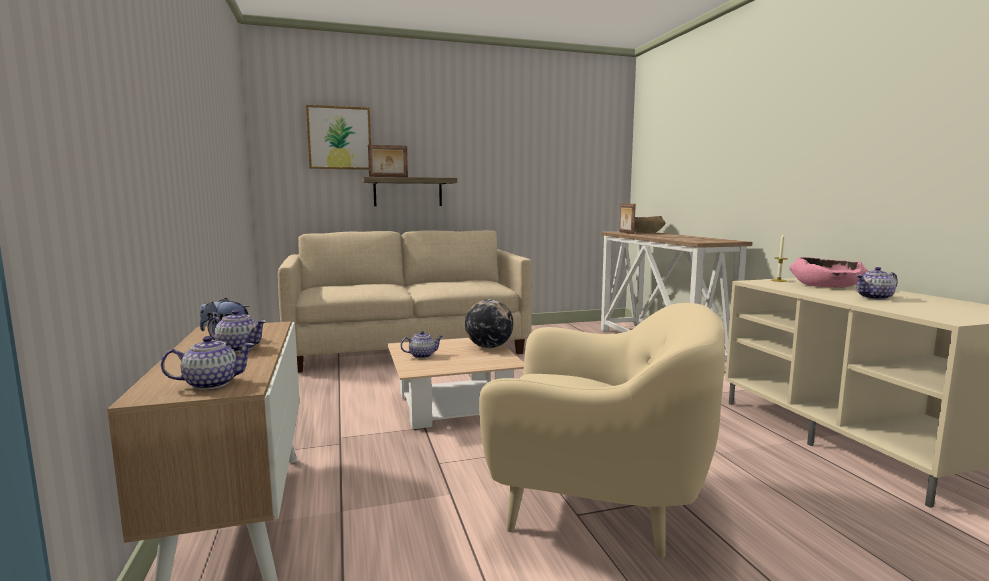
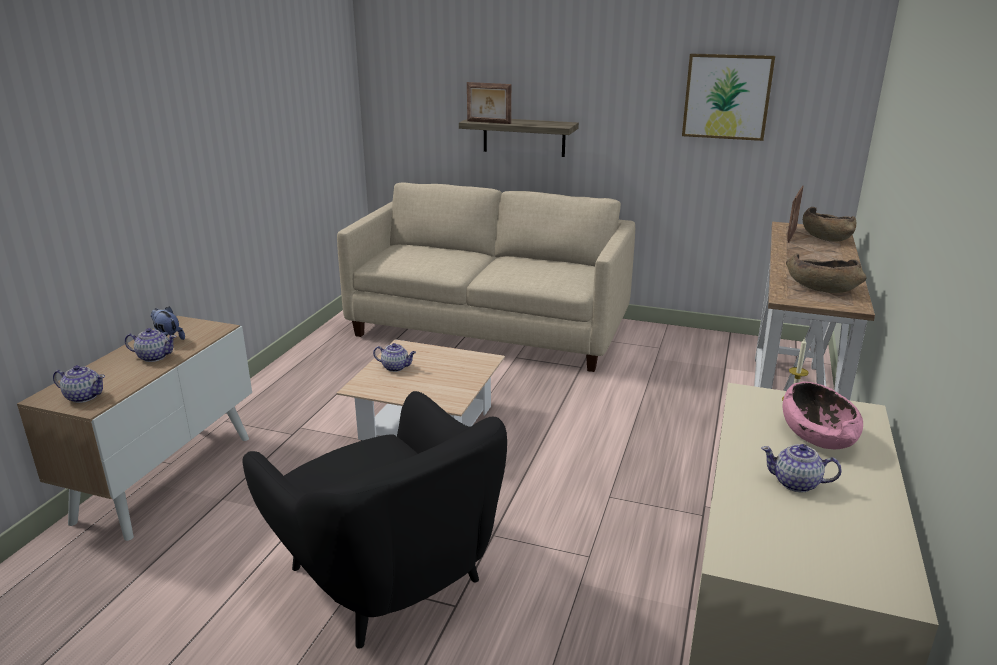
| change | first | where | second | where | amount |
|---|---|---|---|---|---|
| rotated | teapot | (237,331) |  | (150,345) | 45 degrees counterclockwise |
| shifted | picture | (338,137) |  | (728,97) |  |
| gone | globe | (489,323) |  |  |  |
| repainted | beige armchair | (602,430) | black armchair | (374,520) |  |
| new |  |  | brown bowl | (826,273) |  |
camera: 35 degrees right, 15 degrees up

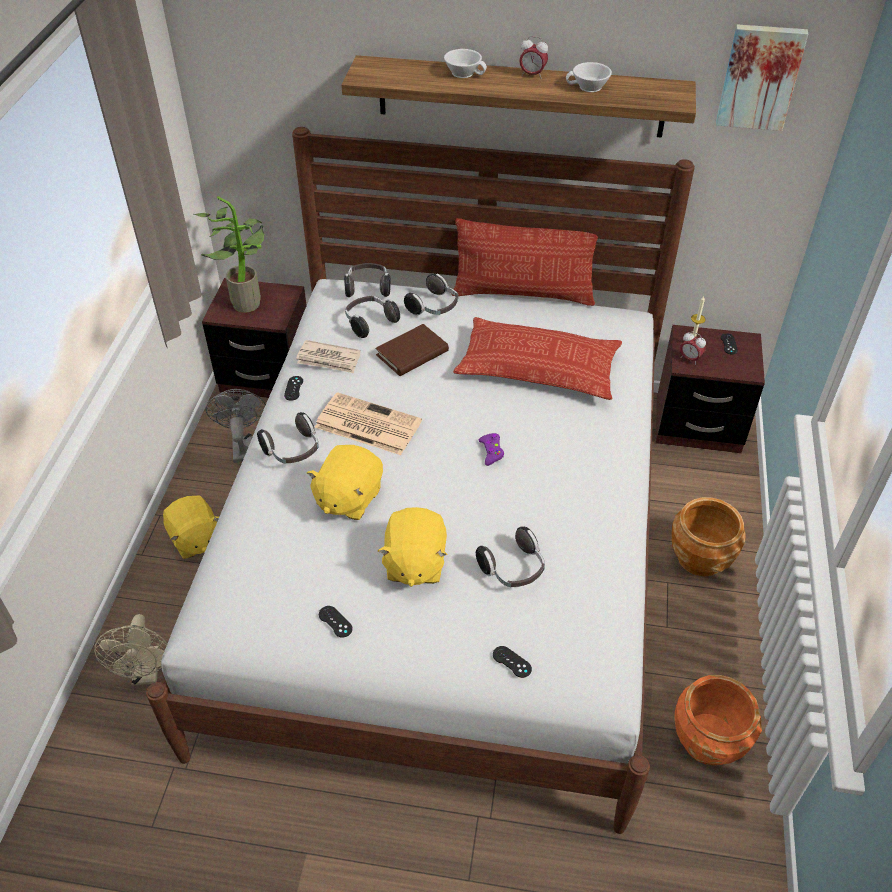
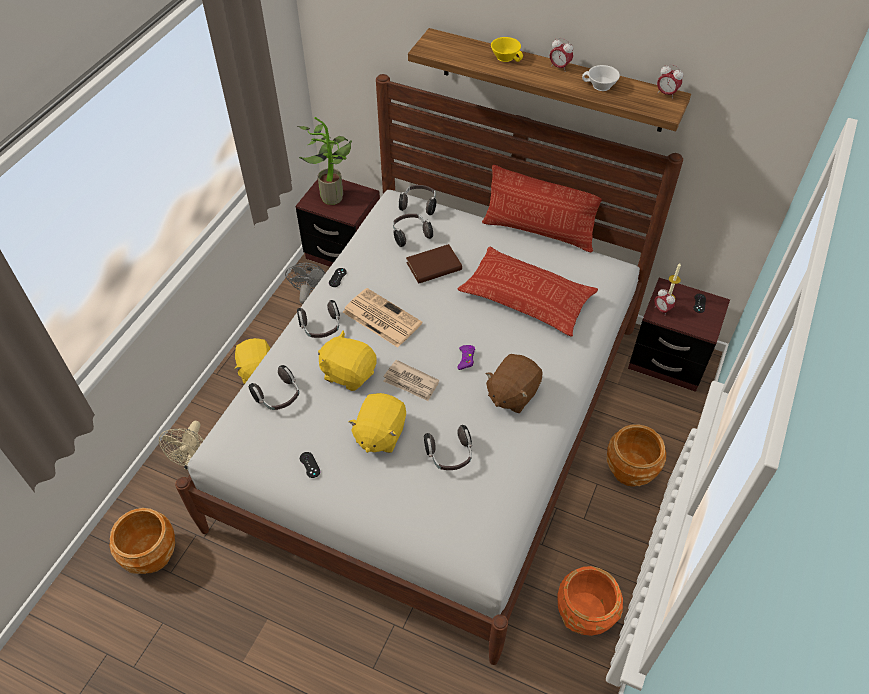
| change | first | where | second | where | amount |
|---|---|---|---|---|---|
| shifted | newspaper | (328,356) |  | (411,380) |  |
| rotated | yellow plush toy | (345,482) |  | (347,360) | 75 degrees clockwise |
| shifted | headphones | (431,295) |  | (274,387) |  |
| repainted | white cup | (465,63) | yellow cup | (507,49) |  |
| gone | black game controller | (512,662) |  |  |  |
| gone | picture | (762,77) |  |  |  |
| new |  |  | brown planter | (142,541) |  |
| new |  |  | brown plush toy | (513,383) |  |
| new |  |  | alarm clock | (670,81) |  |
camera: 15 degrees right, 5 degrees up

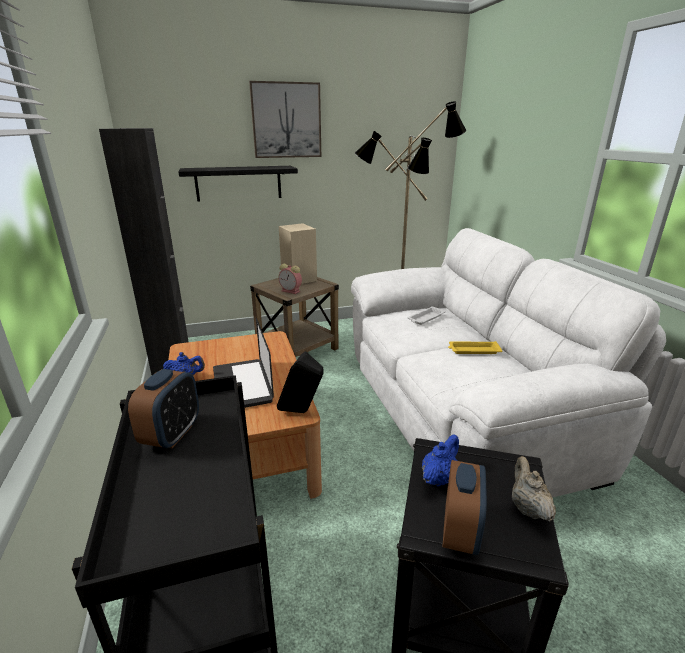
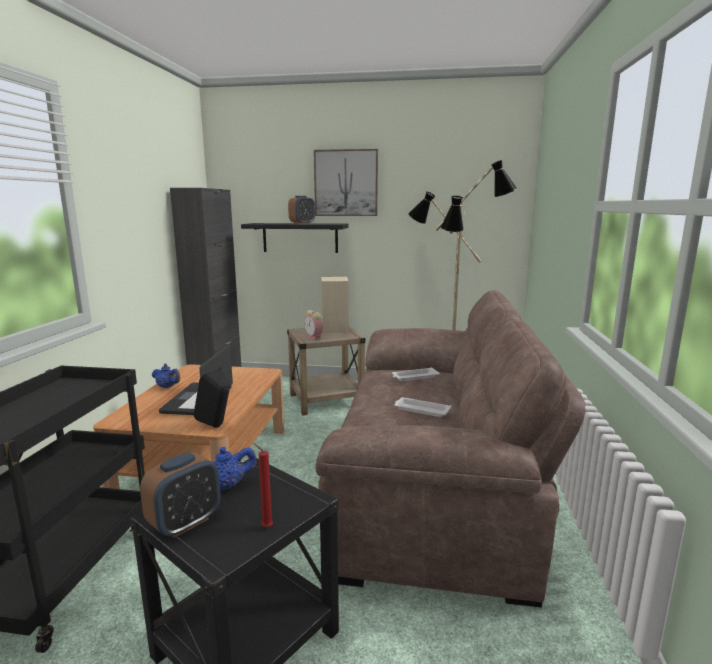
| change | first | where | second | where | amount |
|---|---|---|---|---|---|
| shifted | alarm clock | (163,408) |  | (301,210) |  |
| repainted | white sofa | (508,363) | brown sofa | (450,448) |  |
| repainted | yellow tray | (475,347) | white tray | (423,407) |  |
| swapped | beige teapot | (534,488) | red candle | (263,485) |  |
camera: 25 degrees right, 10 degrees down

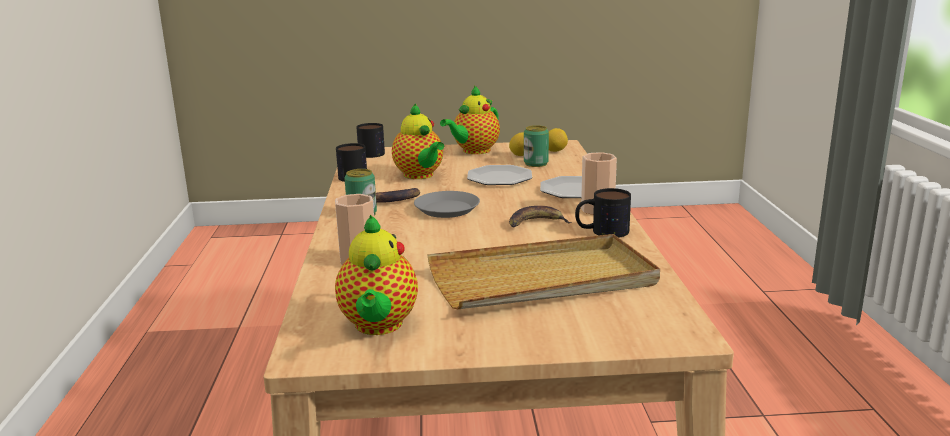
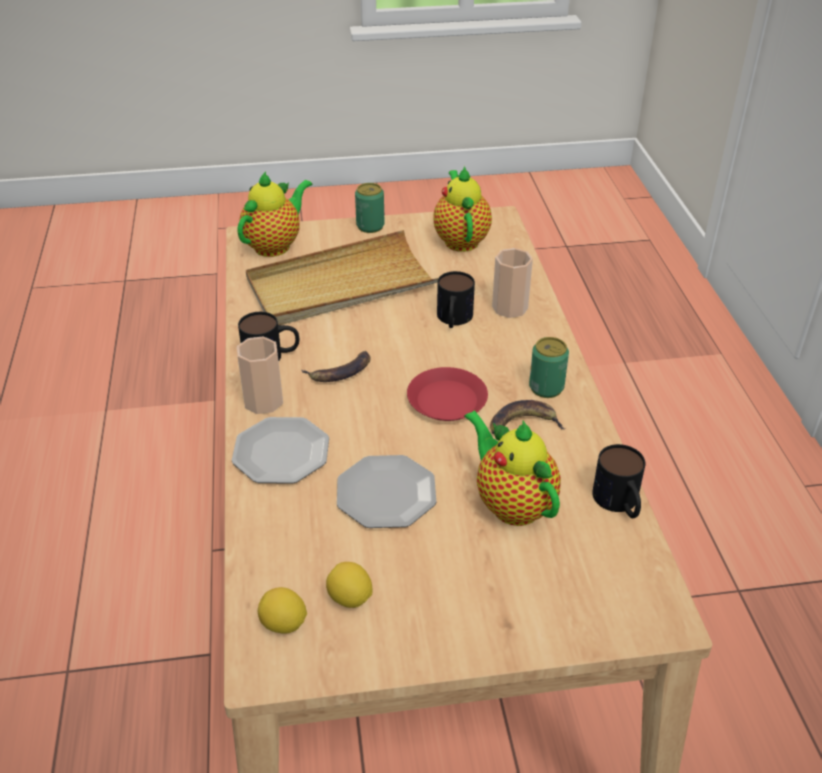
| change | first | where | second | where | amount |
|---|---|---|---|---|---|
| shifted | mug | (370,140) |  | (456,299) |  |
| repainted | grey plate | (447,204) | red plate | (447,394) |  |
| shifted | teapot | (470,119) |  | (274,214) |  |
| shifted | can | (536,146) |  | (369,208) |  |
camera: 175 degrees right, 20 degrees up

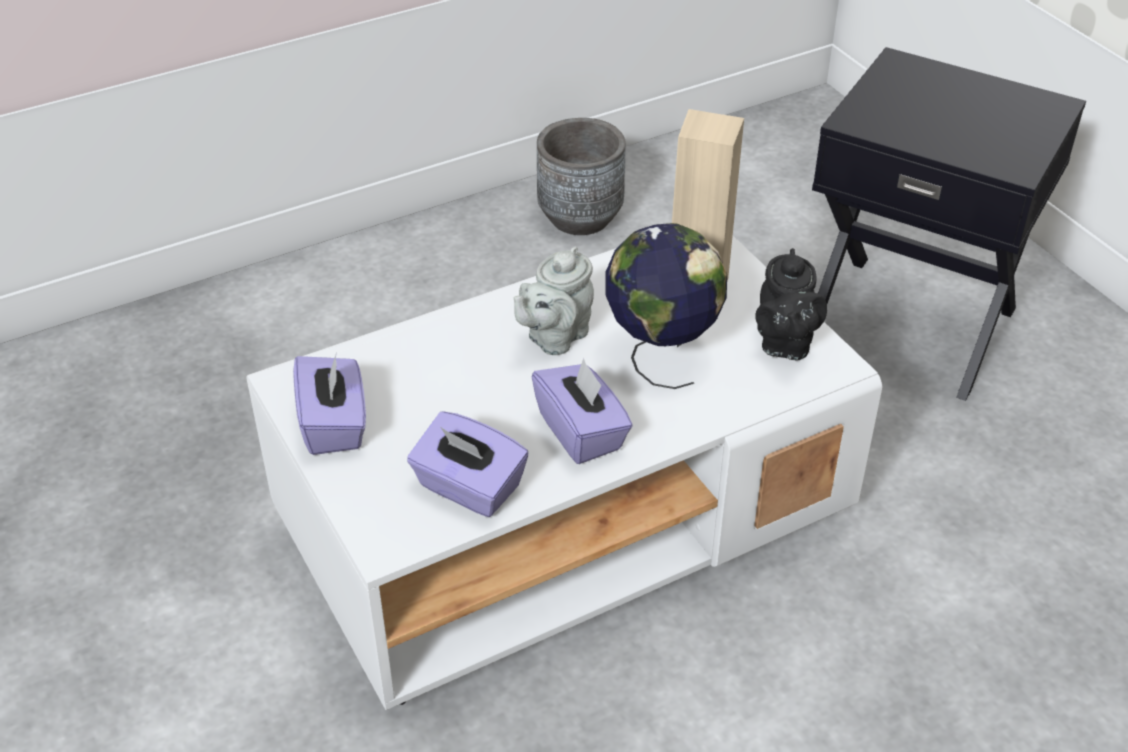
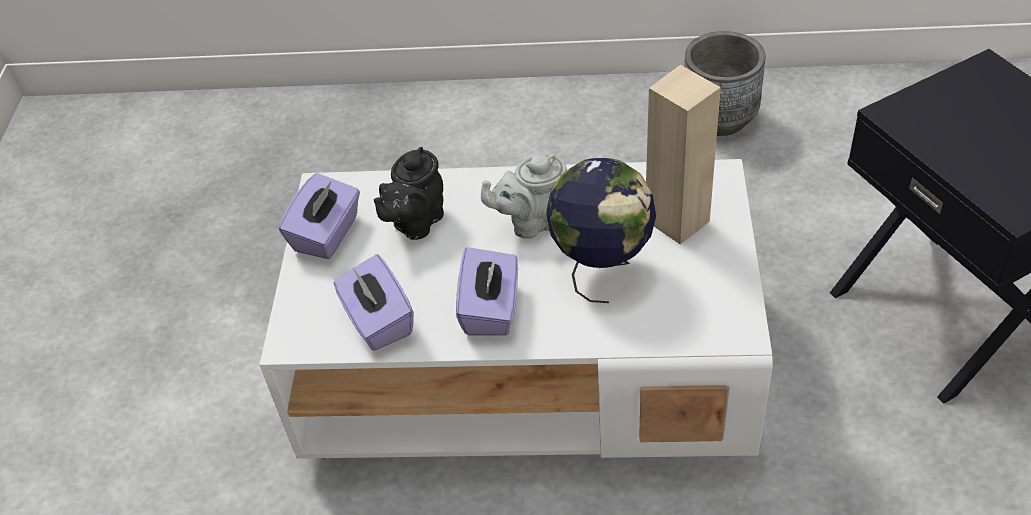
| change | first | where | second | where | amount |
|---|---|---|---|---|---|
| shifted | black teapot | (791,304) |  | (409,193) |  |
camera: 35 degrees right, 5 degrees up

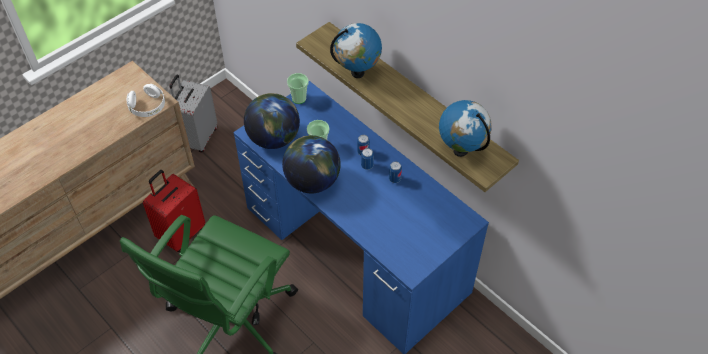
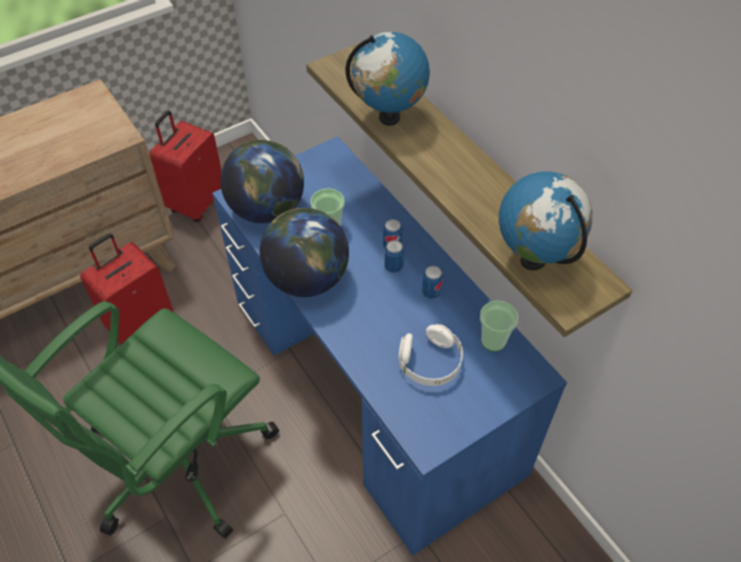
| change | first | where | second | where | amount |
|---|---|---|---|---|---|
| shifted | white headphones | (146,100) |  | (431,355) |  |
| repainted | grey suitcase | (193,114) | red suitcase | (185,166) |  |
| shifted | cup | (297,88) |  | (499,326) |  |
camera: 10 degrees right, 0 degrees up

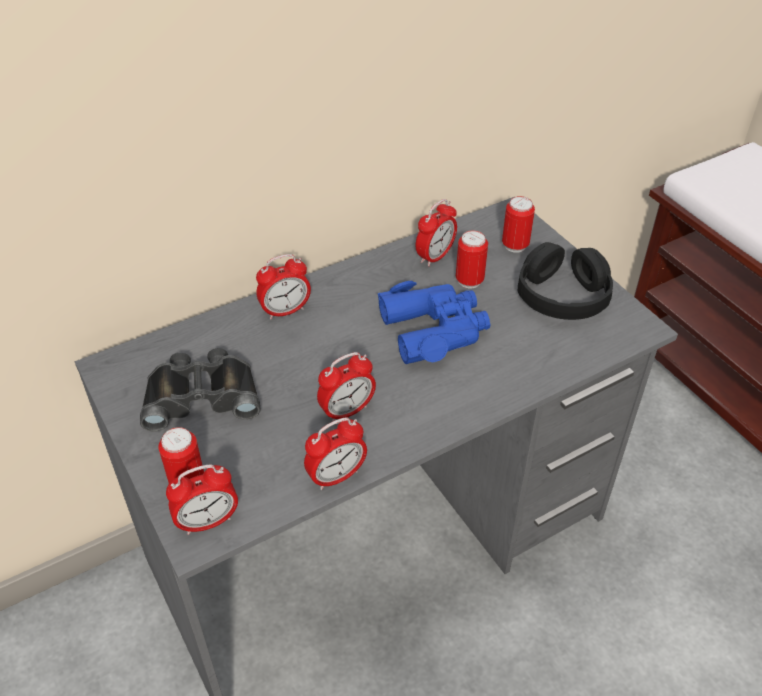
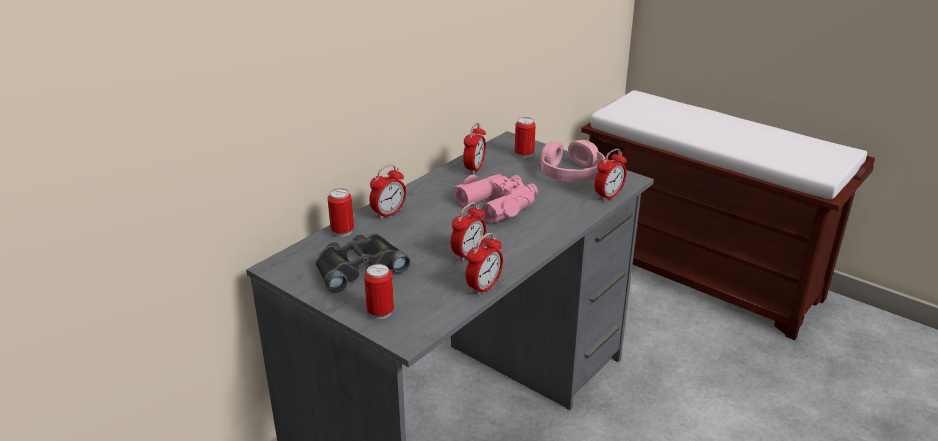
| change | first | where | second | where | amount |
|---|---|---|---|---|---|
| shifted | alarm clock | (202,500) |  | (610,175) |  |
| repainted | blue binoculars | (434,322) | pink binoculars | (496,199) |  |
| shifted | can | (472,259) |  | (341,212) |  |
| repainted | black headphones | (565,281) | pink headphones | (572,161) |  |
camera: 20 degrees left, 15 degrees down

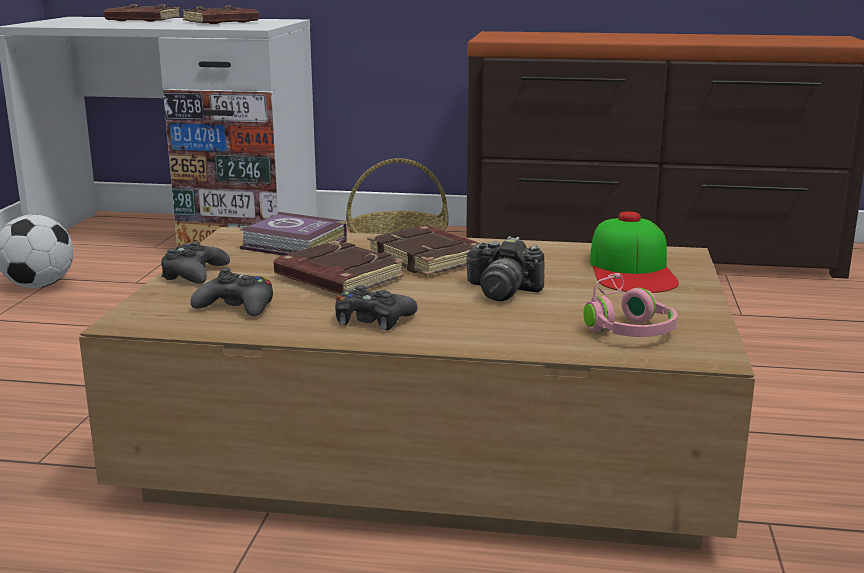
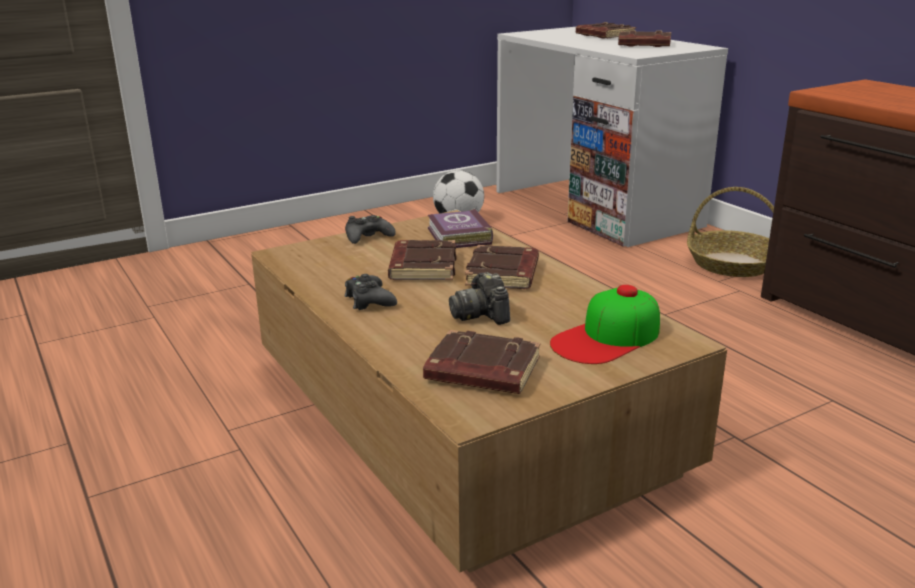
| change | first | where | second | where | amount |
|---|---|---|---|---|---|
| gone | black game controller | (232,292) |  |  |  |
| swapped | pink headphones | (630,305) | brown book | (481,362) |  |
camera: 50 degrees right, 5 degrees up

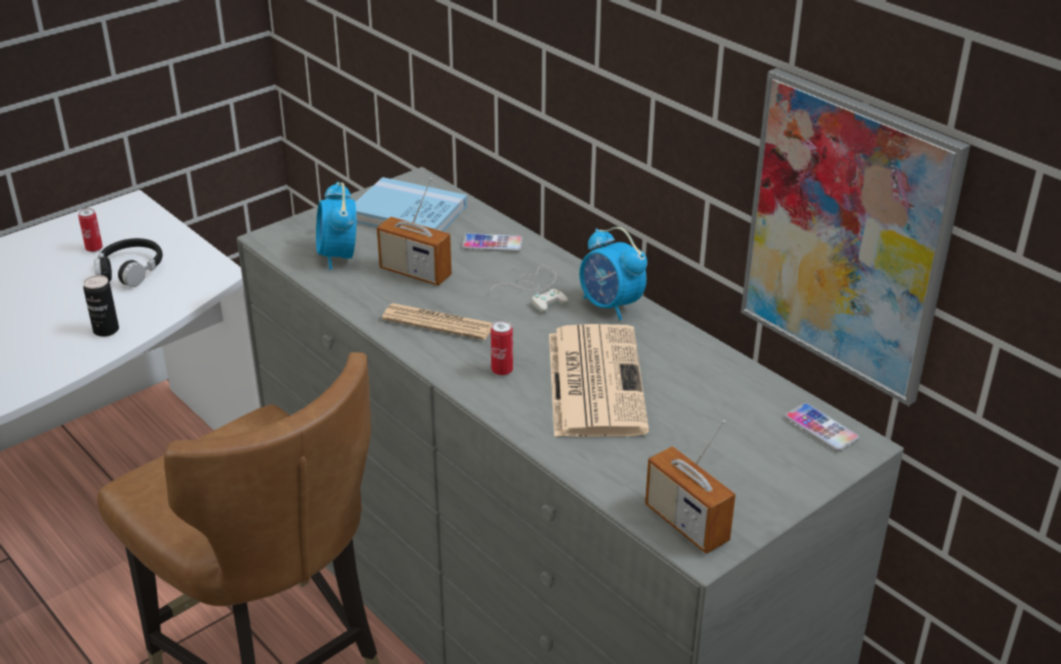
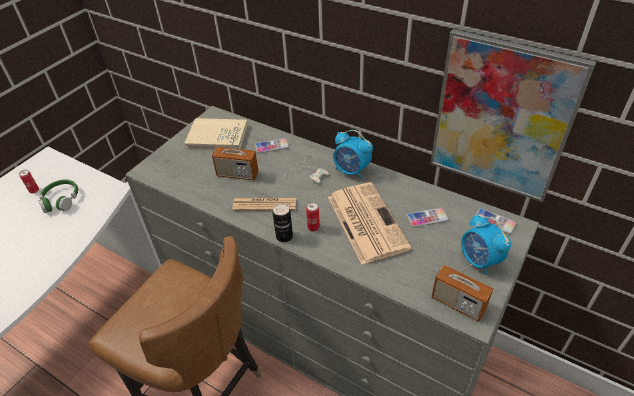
| change | first | where | second | where | amount |
|---|---|---|---|---|---|
| shifted | can | (101,306) |  | (282,222) |  |
| repainted | black headphones | (128,262) | green headphones | (58,196) |  |
| shifted | alarm clock | (336,226) |  | (486,244) |  |
| repainted | blue book | (411,204) | beige book | (216,134) |  |
| new |  |  | phone | (428,217) |  |
camera: 15 degrees left, 10 degrees up

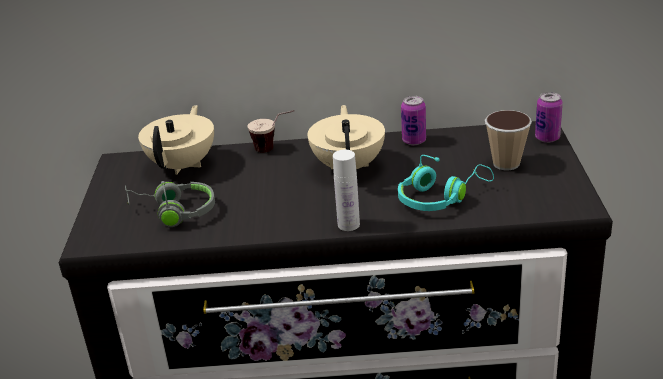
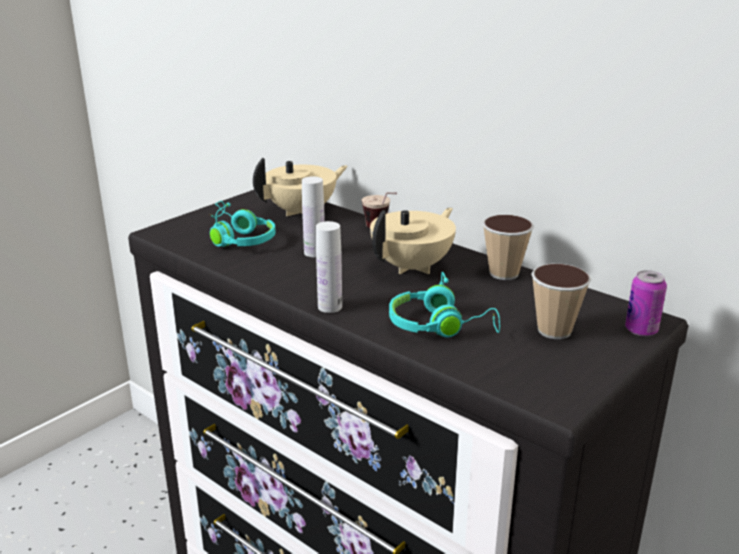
| change | first | where | second | where | amount |
|---|---|---|---|---|---|
| repainted | grey headphones | (170,204) | turquoise headphones | (243,224) |  |
| swapped | can | (413,120) | cup | (508,247) |  |
| new |  |  | white bottle | (313,216) |  |
camera: 40 degrees right, 5 degrees down

